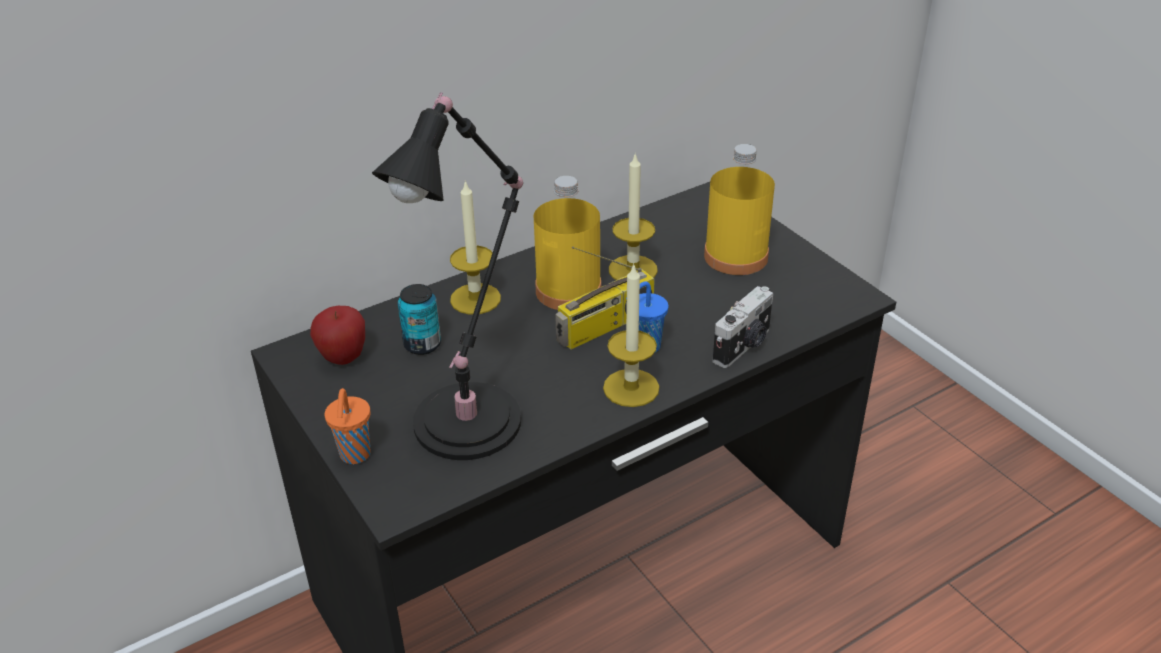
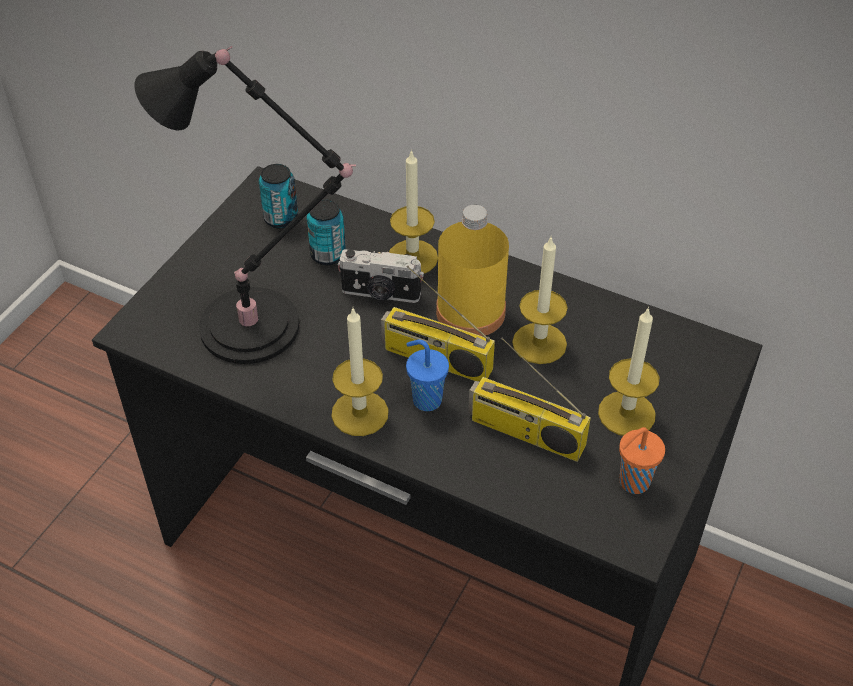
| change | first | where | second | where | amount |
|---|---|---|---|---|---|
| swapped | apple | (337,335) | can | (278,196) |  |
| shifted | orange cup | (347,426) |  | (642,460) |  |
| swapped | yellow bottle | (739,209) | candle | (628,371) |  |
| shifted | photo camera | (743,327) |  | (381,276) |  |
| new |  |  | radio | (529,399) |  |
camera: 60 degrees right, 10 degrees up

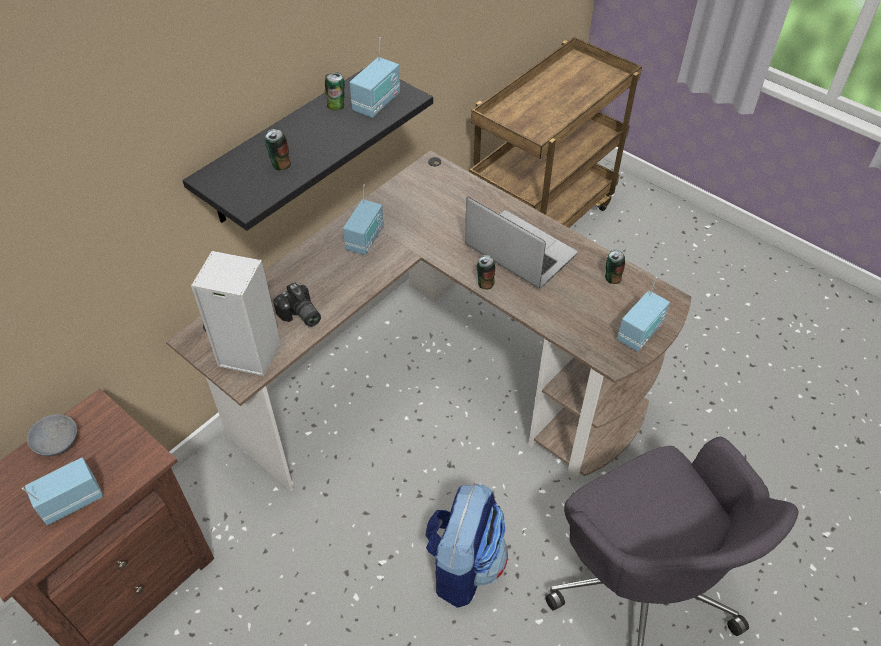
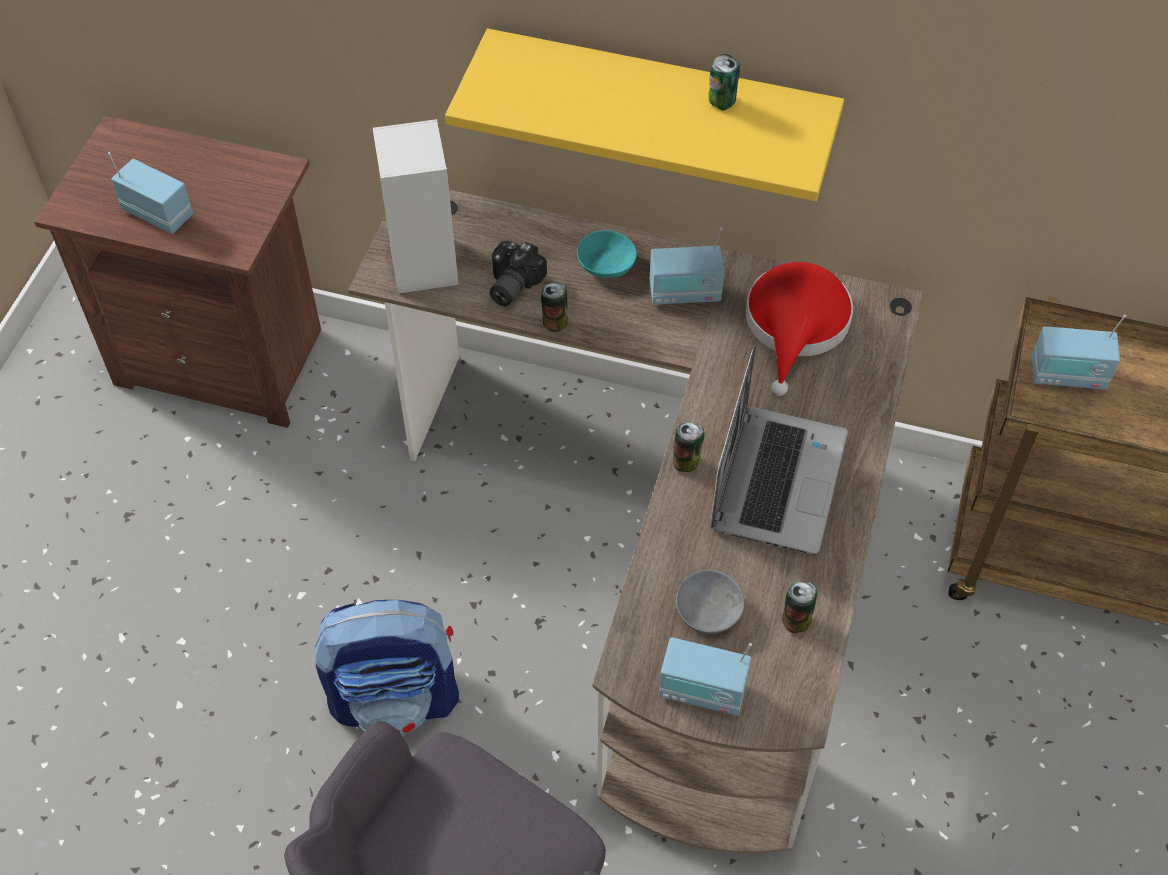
| change | first | where | second | where | amount |
|---|---|---|---|---|---|
| shifted | grey bowl | (52,435) |  | (710,602) |  |
| repainted | black shelf | (307,149) | yellow shelf | (644,114) |  |
| shifted | can | (278,150) |  | (554,307) |  |
| shifted | radio | (375,77) |  | (1079,352) |  |
| new |  |  | turquoise bowl | (607,254) |  |
| new |  |  | red hat | (799,329) |  |
camera: 65 degrees right, 5 degrees up

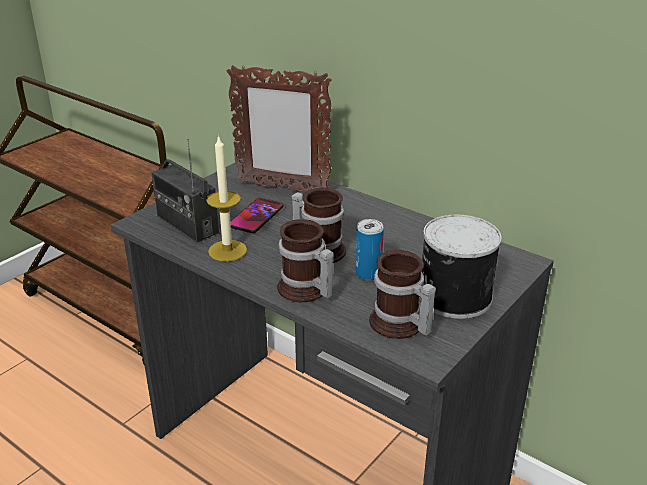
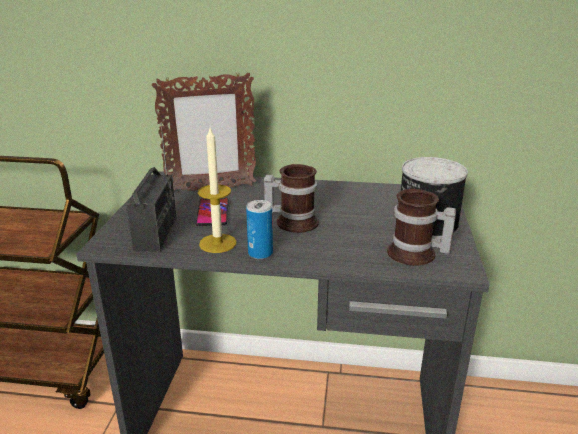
| change | first | where | second | where | amount |
|---|---|---|---|---|---|
| rotated | radio | (185,190) |  | (151,187) | 105 degrees counterclockwise |
| gone | mug | (305,260) |  |  |  |
| shifted | can | (369,250) |  | (259,229) |  |
camera: 30 degrees left, 5 degrees down

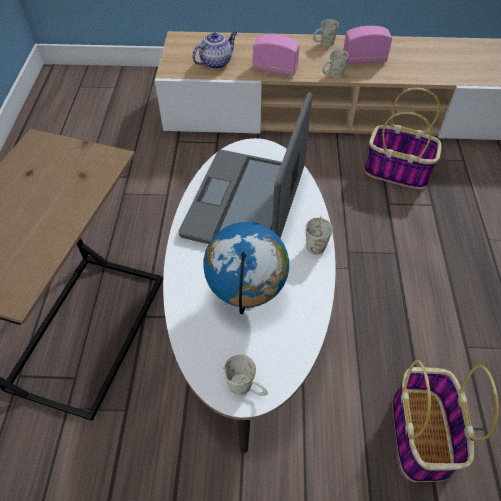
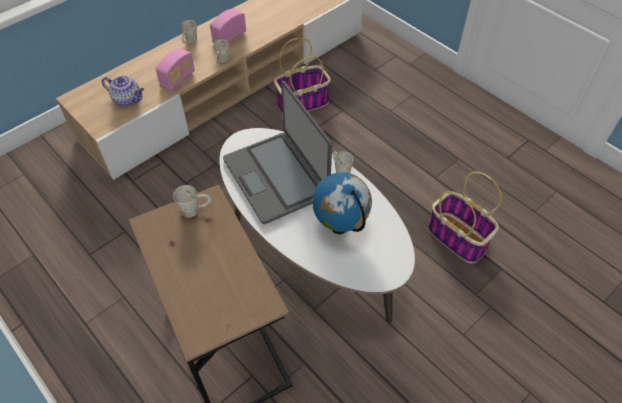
| change | first | where | second | where | amount |
|---|---|---|---|---|---|
| rotated | teapot | (214,50) |  | (123,91) | 105 degrees clockwise |
| shifted | white mug | (245,375) |  | (192,201) |  |
| rotated | radio | (276,55) |  | (175,70) | 150 degrees clockwise |
camera: 45 degrees left, 0 degrees up

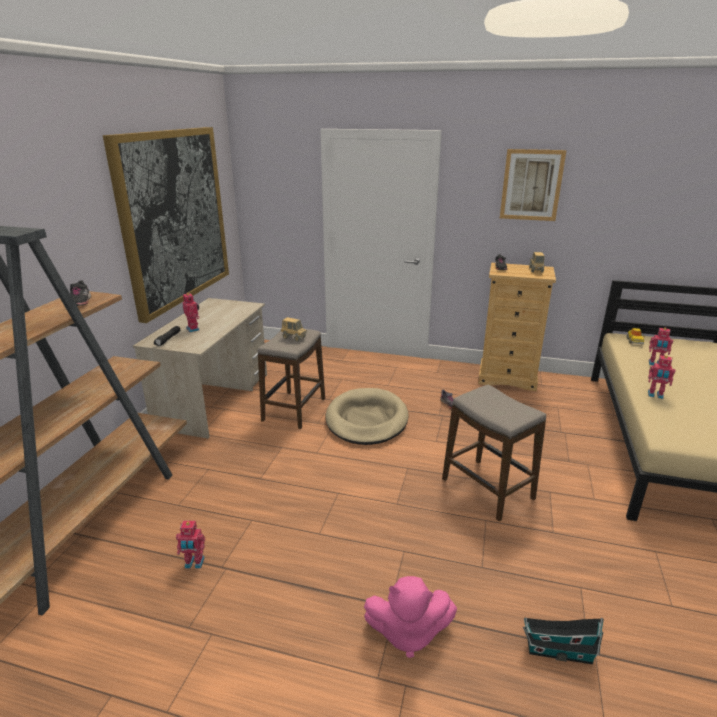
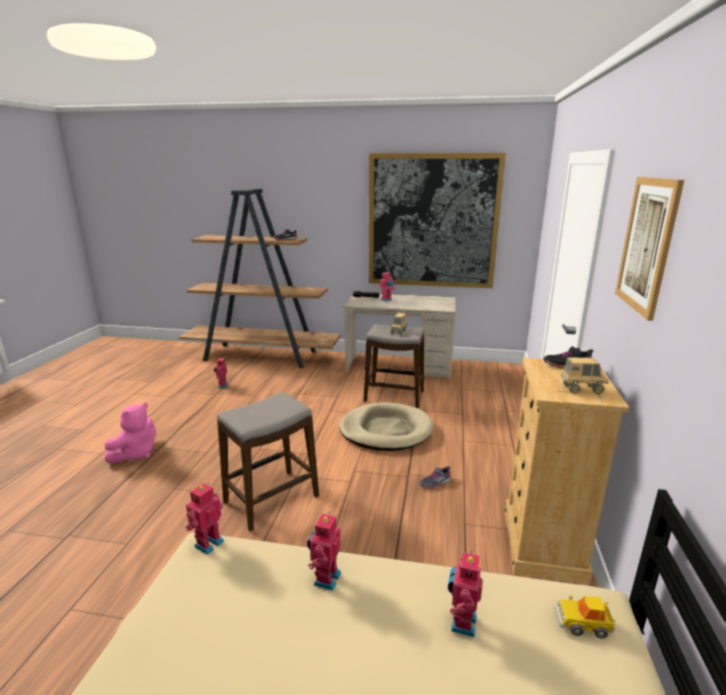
| change | first | where | second | where | amount |
|---|---|---|---|---|---|
| rotated | pink plush toy | (410,617) |  | (130,432) | 150 degrees counterclockwise |
| gone | toy house | (563,640) |  |  |  |
| new |  |  | toy robot | (204,518) |  |
camera: 85 degrees right, 5 degrees down

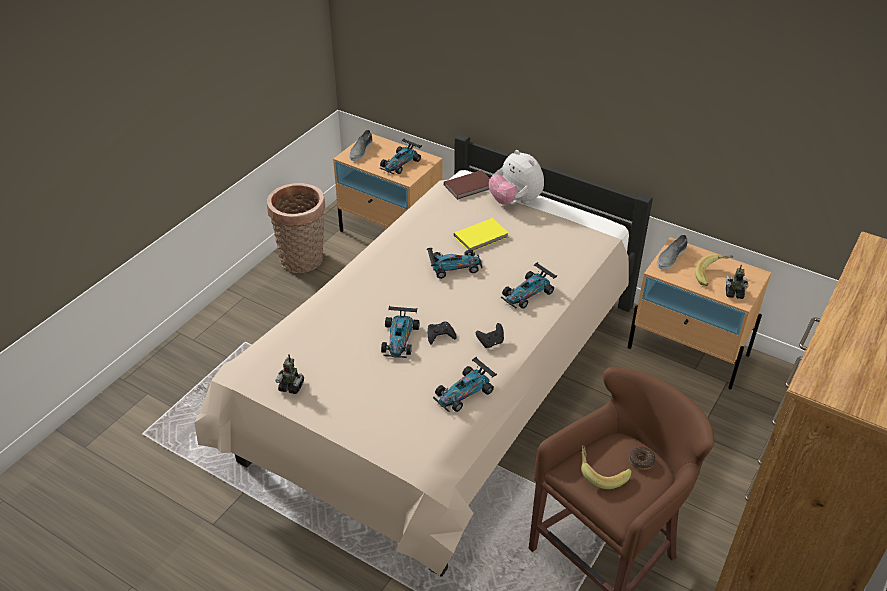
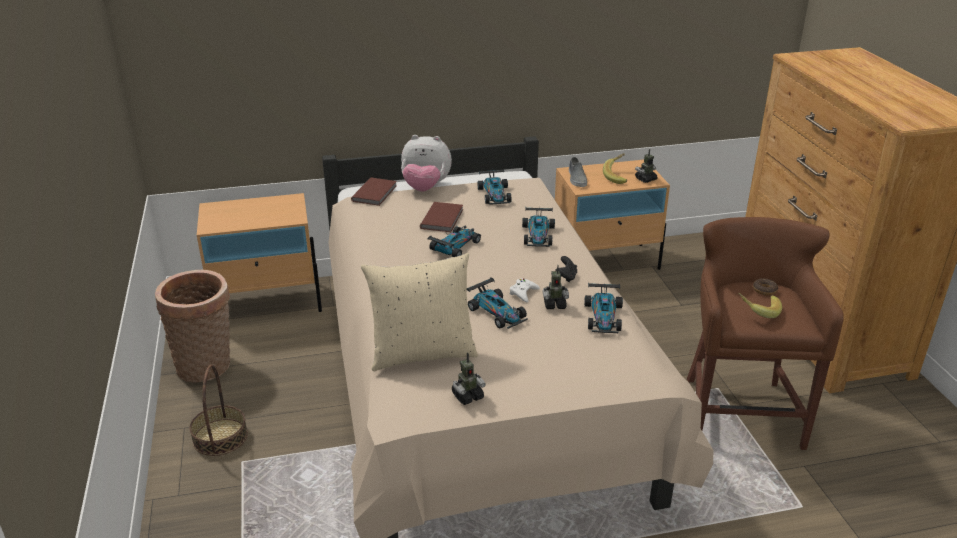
| change | first | where | second | where | amount |
|---|---|---|---|---|---|
| gone | grey shoe | (361,145) |  |  |  |
| shifted | toy car | (401,156) |  | (494,186) |  |
| repainted | black game controller | (442,333) | white game controller | (525,290) |  |
| repainted | yellow book | (481,234) | brown book | (441,217) |  |
| new |  |  | basket | (218,410) |  |
| new |  |  | beige pillow | (419,312) |  |
| new |  |  | toy robot | (555,287) |  |
camera: 45 degrees left, 10 degrees down

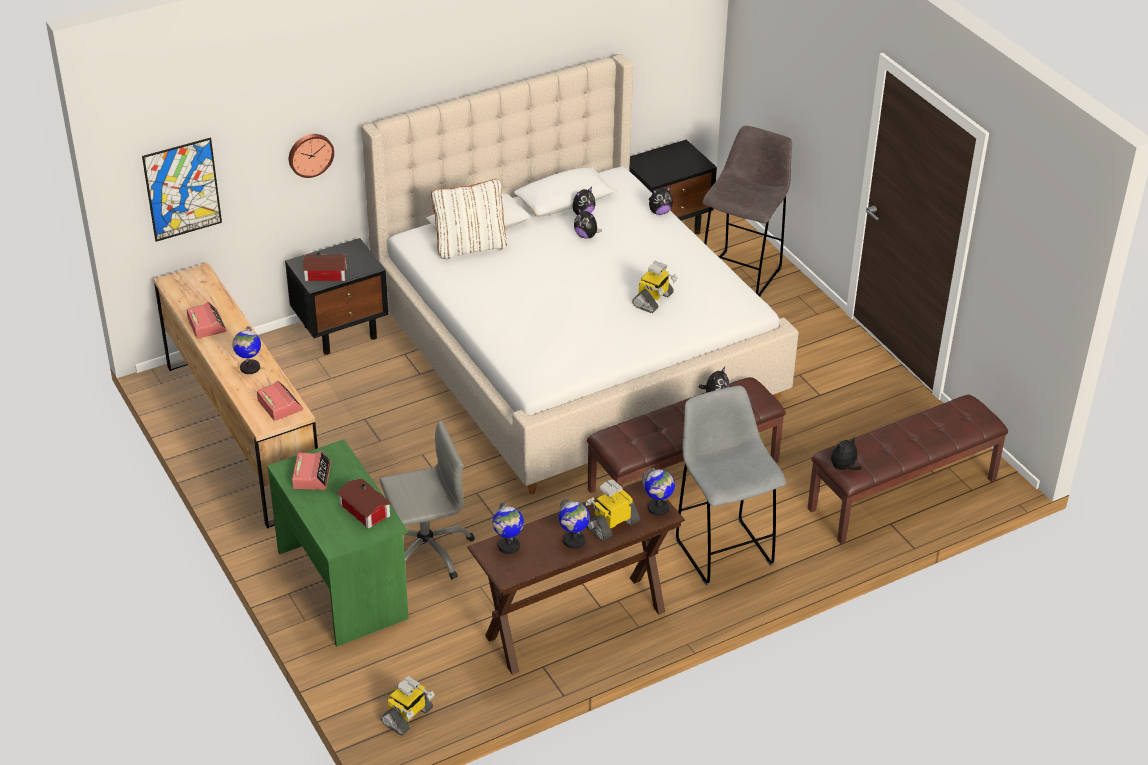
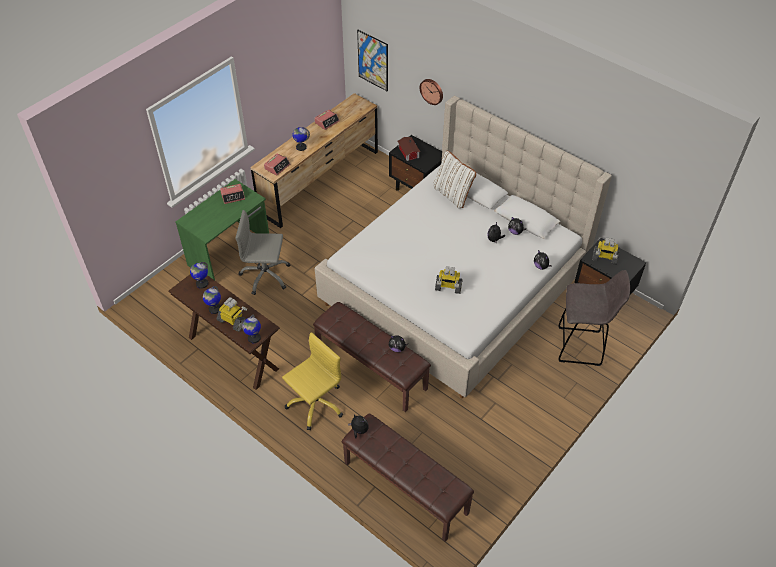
| change | first | where | second | where | amount |
|---|---|---|---|---|---|
| gone | toy house | (364,503) |  |  |  |
| rotated | grey office chair | (427,500) |  | (262,252) | 135 degrees clockwise |
| shifted | toy robot | (408,706) |  | (606,251) |  |
| swapped | grey stool | (730,486) | yellow office chair | (312,381) |  |
camera: 70 degrees right, 10 degrees up

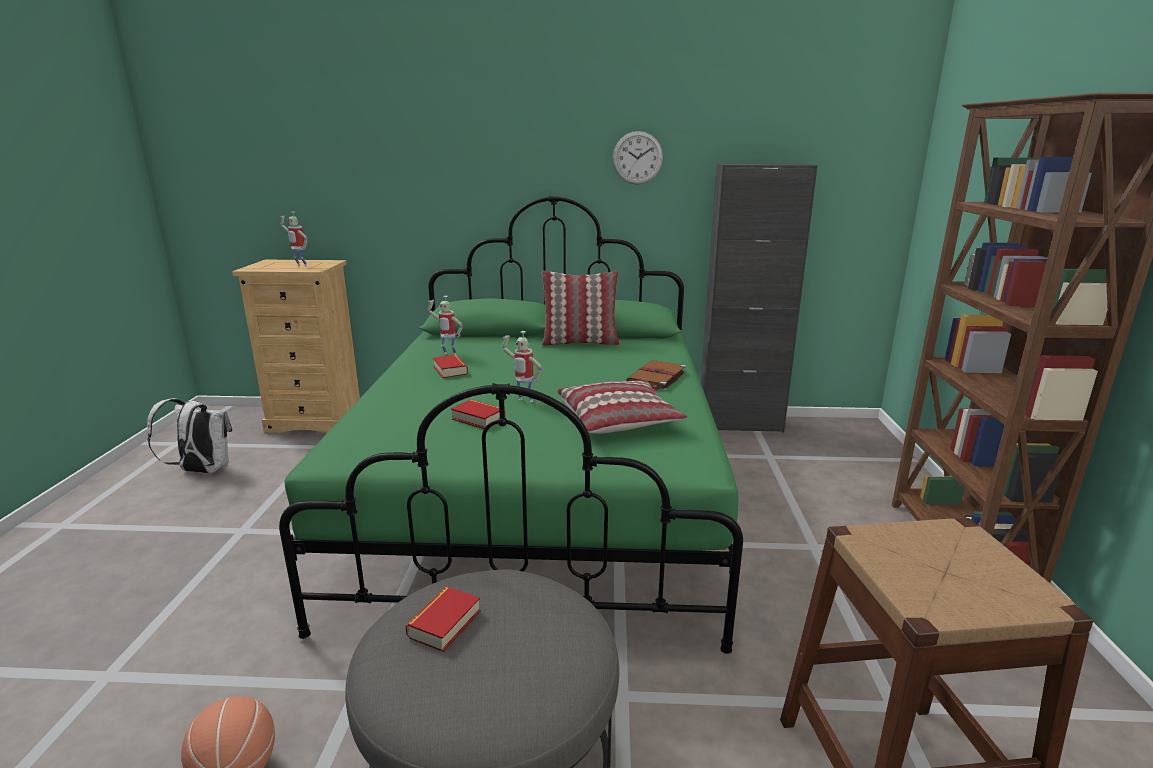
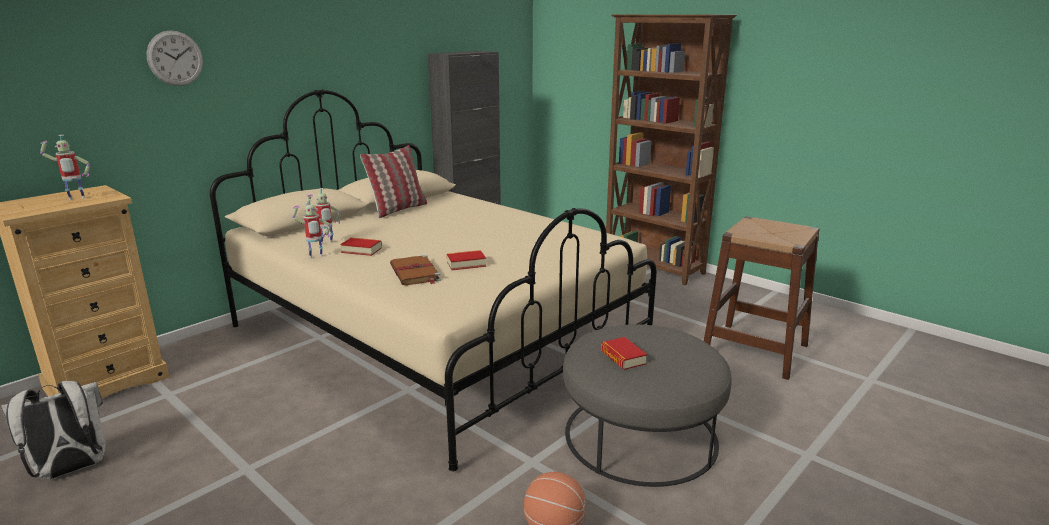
| change | first | where | second | where | amount |
|---|---|---|---|---|---|
| repainted | green bed | (511,425) | beige bed | (433,280) |  |
| shifted | toy robot | (522,366) |  | (311,228) |  |
| gone | pillow | (622,407) |  |  |  |
| shifted | wall clock | (638,157) |  | (174,58) |  |
| shifted | brown book | (656,375) |  | (415,270) |  |
camera: 50 degrees left, 0 degrees up

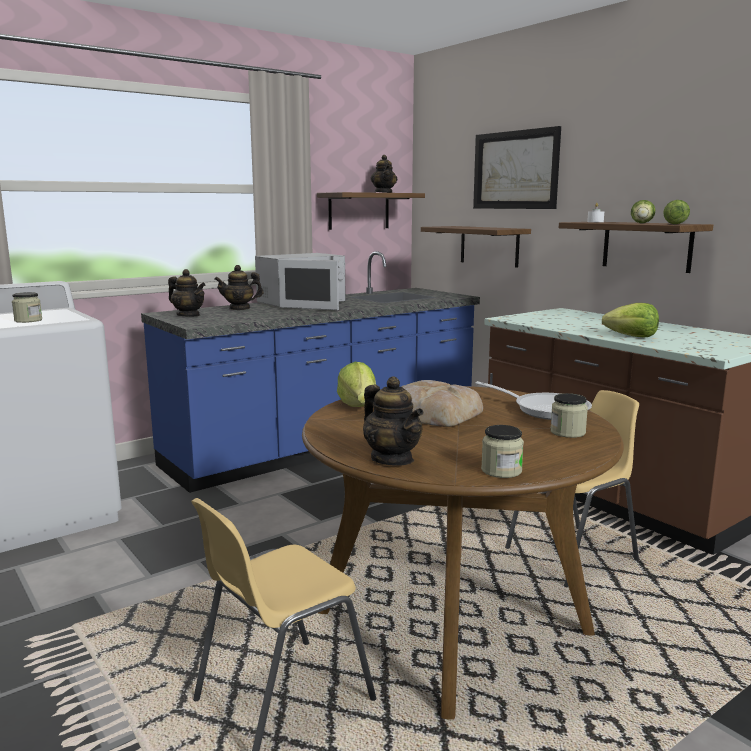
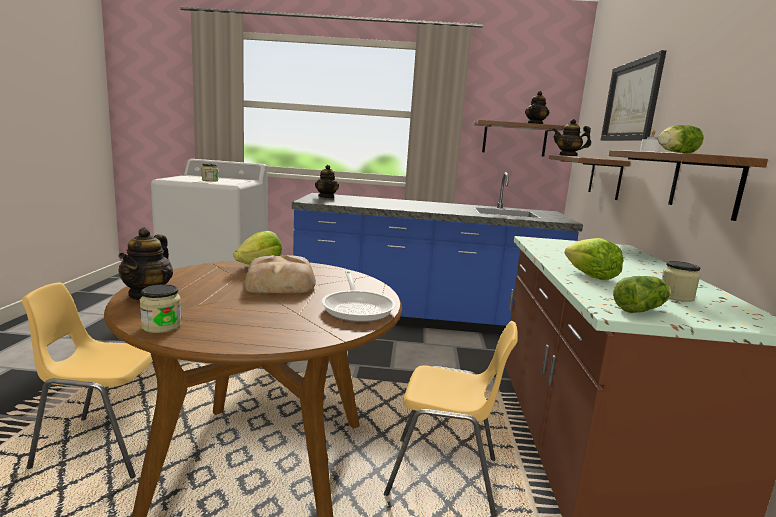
| change | first | where | second | where | amount |
|---|---|---|---|---|---|
| shifted | teapot | (238,287) |  | (571,137) |  |
| gone | white microwave | (300,281) |  |  |  |
| shifted | jar | (569,415) |  | (681,281) |  |
| shifted | lettuce | (676,212) |  | (642,294) |  |
camera: 40 degrees right, 0 degrees up

